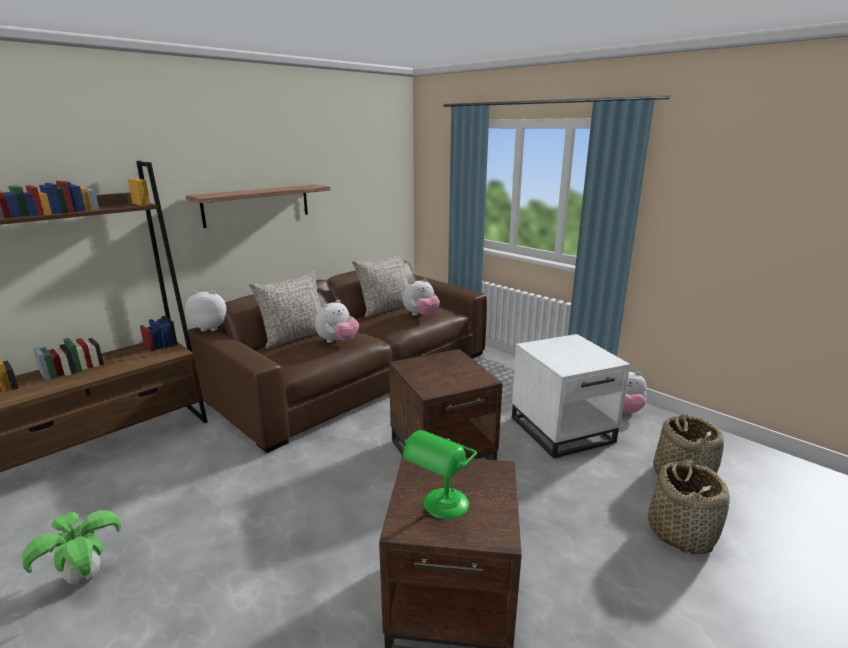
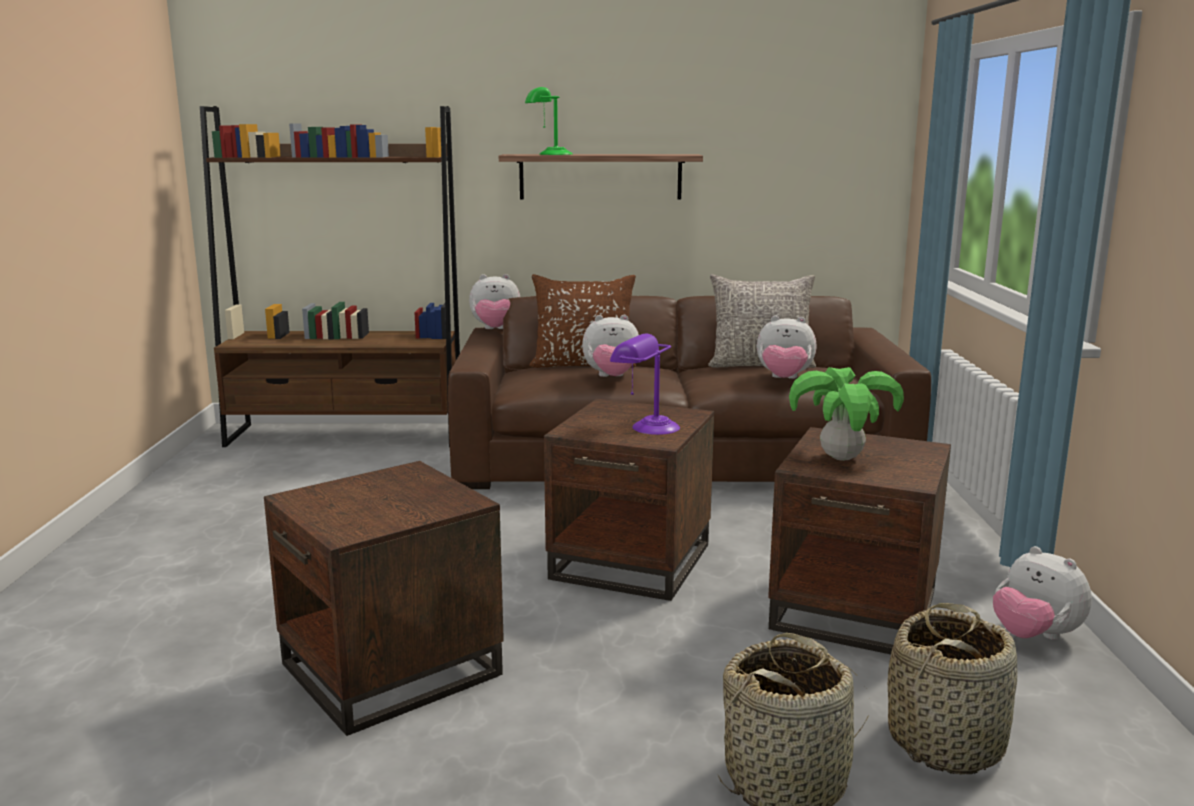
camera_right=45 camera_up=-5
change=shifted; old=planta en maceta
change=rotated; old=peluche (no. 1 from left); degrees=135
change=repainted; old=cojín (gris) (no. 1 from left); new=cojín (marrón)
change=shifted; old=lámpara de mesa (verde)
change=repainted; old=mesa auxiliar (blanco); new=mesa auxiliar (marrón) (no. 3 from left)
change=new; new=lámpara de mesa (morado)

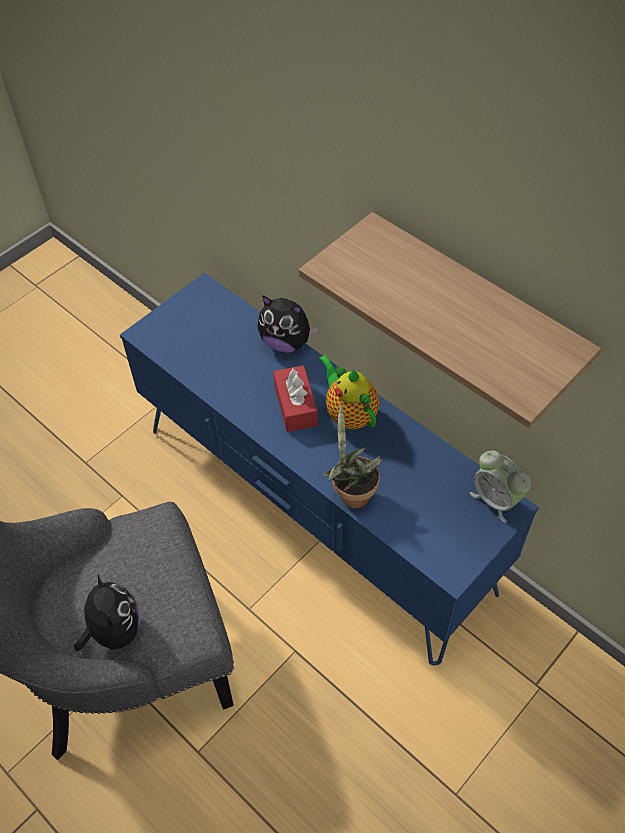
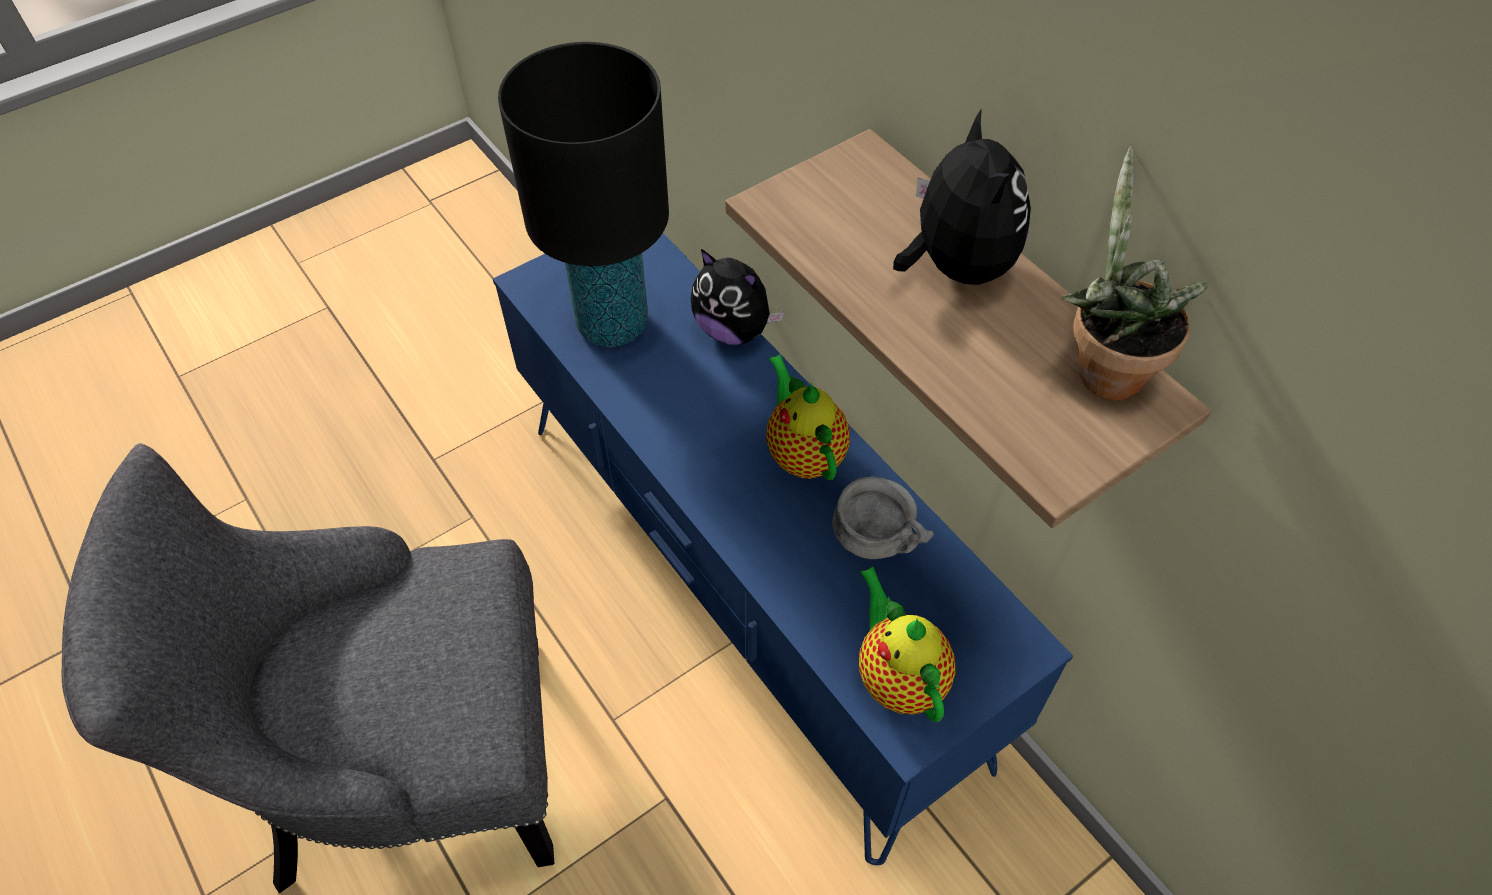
camera_right=10 camera_up=0
change=shifted; old=peluche (no. 1 from left in the first image); new=peluche (no. 2 from left)
change=gone; old=caja de pañuelos (rojo)
change=shifted; old=planta en maceta
change=gone; old=despertador
change=new; new=lámpara de mesa (negro)
change=new; new=cuenco (gris)
change=new; new=tetera (no. 2 from left)

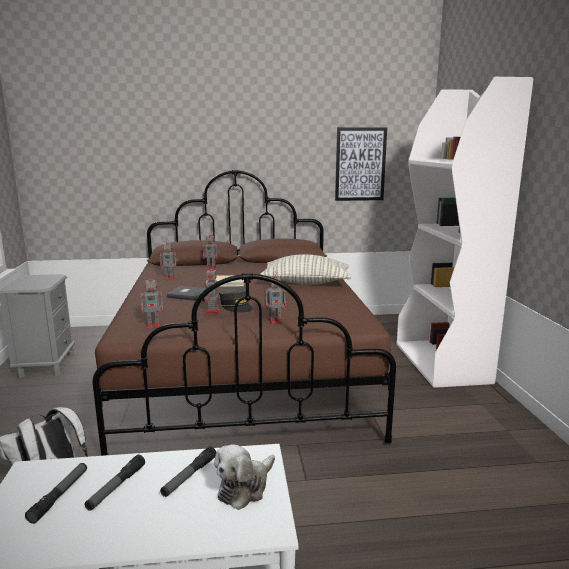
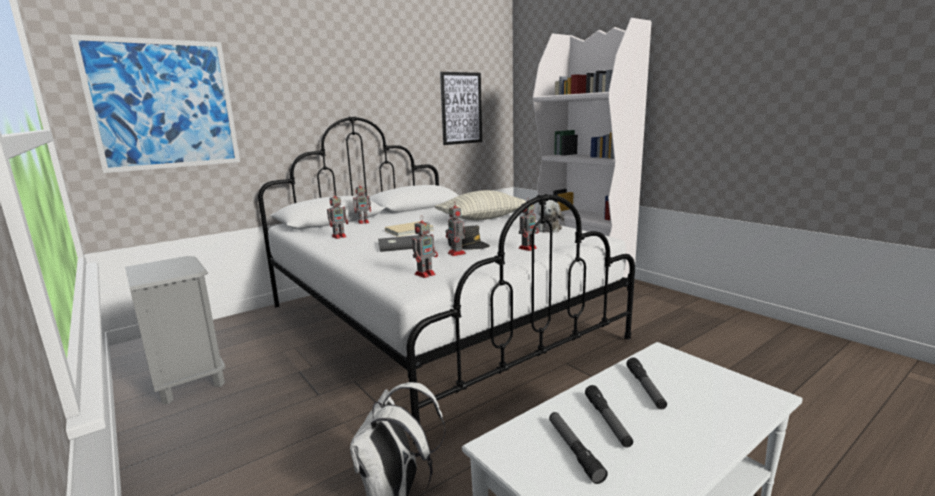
camera_right=-30 camera_up=0
change=repainted; old=cama (marrón); new=cama (blanco)
change=shifted; old=peluche
change=new; new=cuadro (no. 1 from left)

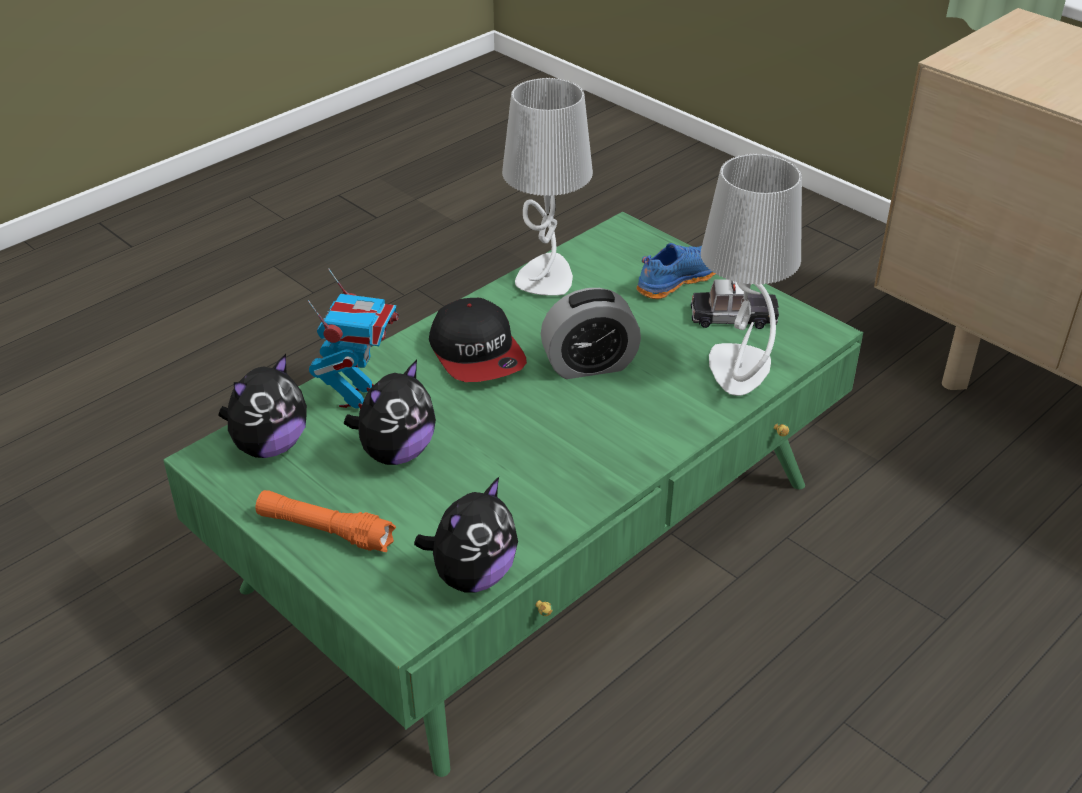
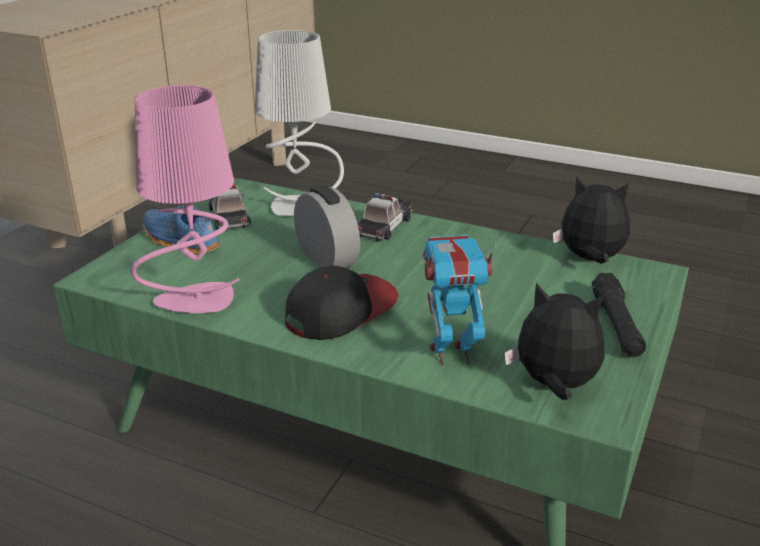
camera_right=-110 camera_up=-10
change=repainted; old=linterna (naranja); new=linterna (negro)
change=gone; old=peluche (no. 2 from left)
change=repainted; old=lámpara de mesa (gris) (no. 1 from left); new=lámpara de mesa (rosa)
change=new; new=coche de juguete (no. 2 from left)

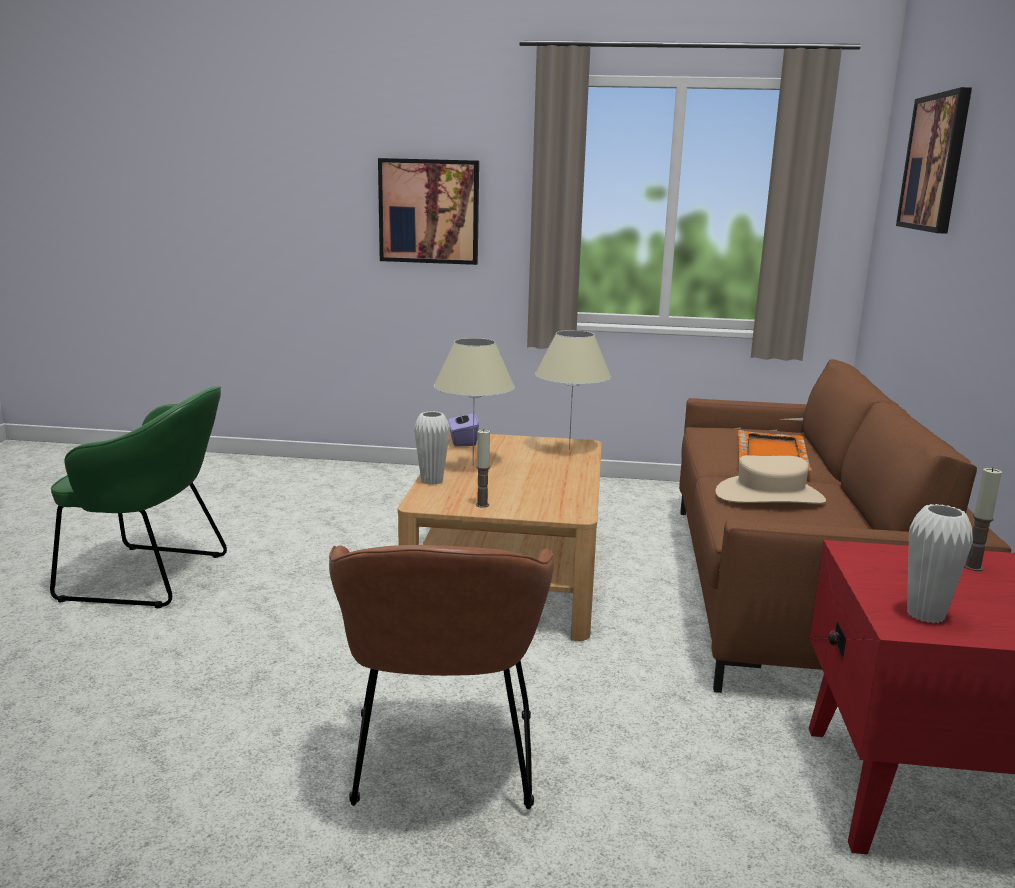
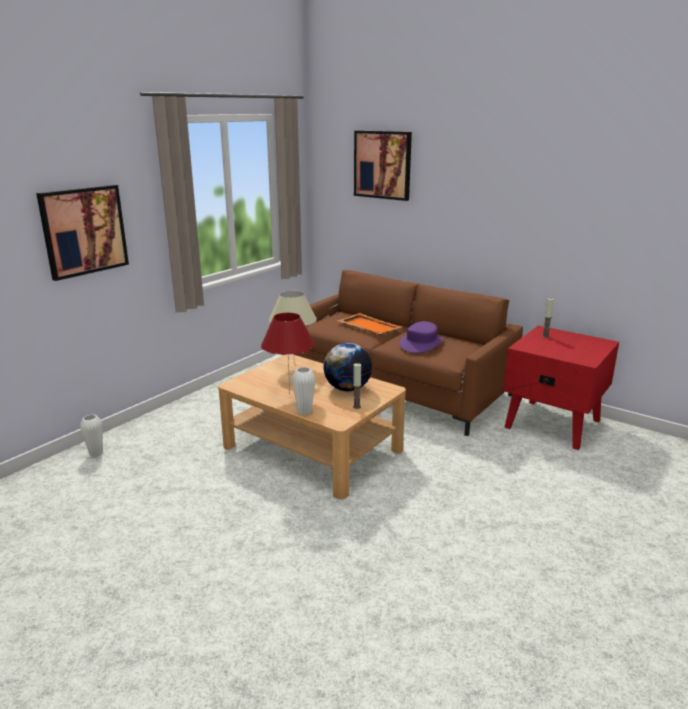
camera_right=-60 camera_up=5
change=gone; old=sillón (verde)
change=gone; old=sillón (marrón)
change=repainted; old=lámpara de mesa (beis) (no. 1 from left); new=lámpara de mesa (rojo)
change=gone; old=caja de pañuelos (morado)
change=repainted; old=sombrero (beis); new=sombrero (morado)
change=shifted; old=florero (blanco) (no. 2 from left in the first image); new=florero (blanco) (no. 1 from left)
change=new; new=globo terráqueo

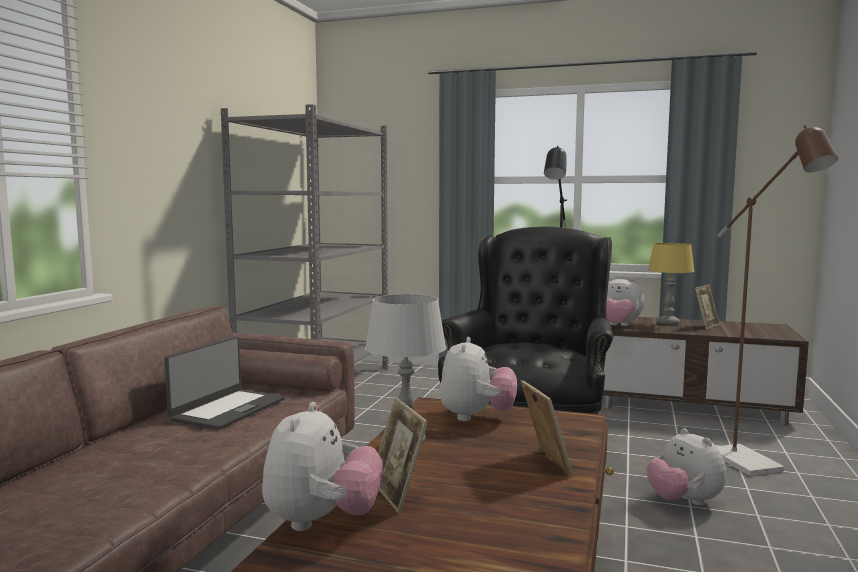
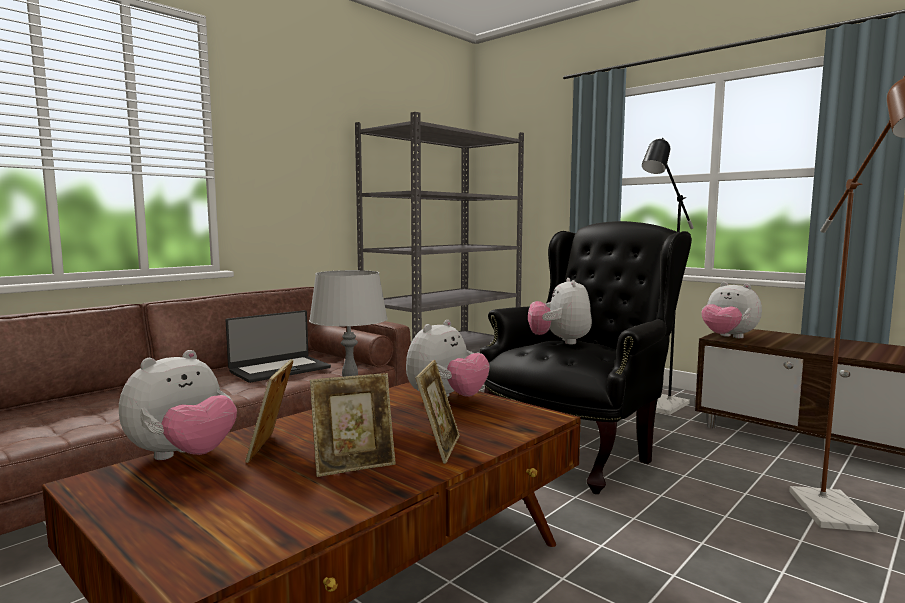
camera_right=25 camera_up=0
change=shifted; old=peluche (no. 4 from left in the first image); new=peluche (no. 3 from left)
change=gone; old=lámpara de mesa (amarillo)
change=shifted; old=portarretratos (no. 3 from left in the first image); new=portarretratos (no. 2 from left)

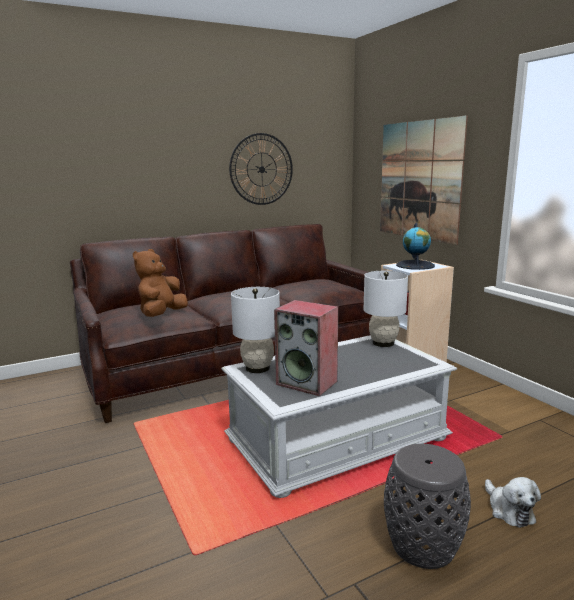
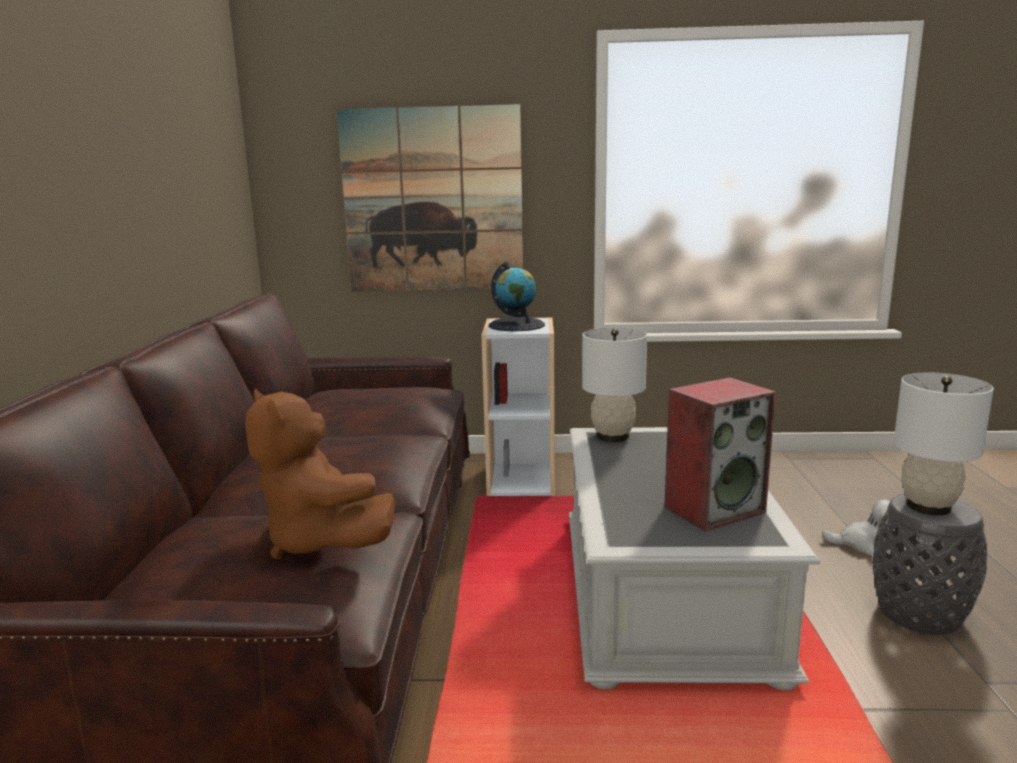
camera_right=-60 camera_up=0
change=gone; old=reloj de pared
change=shifted; old=lámpara de mesa (blanco) (no. 1 from left in the first image); new=lámpara de mesa (blanco) (no. 2 from left)

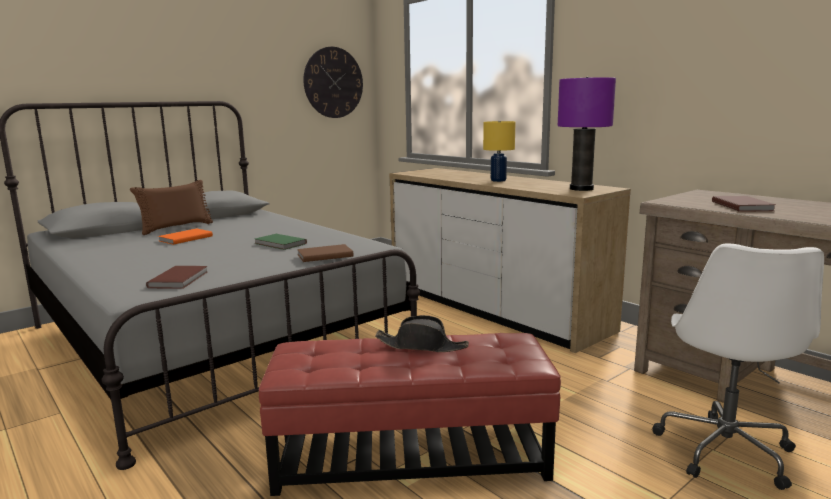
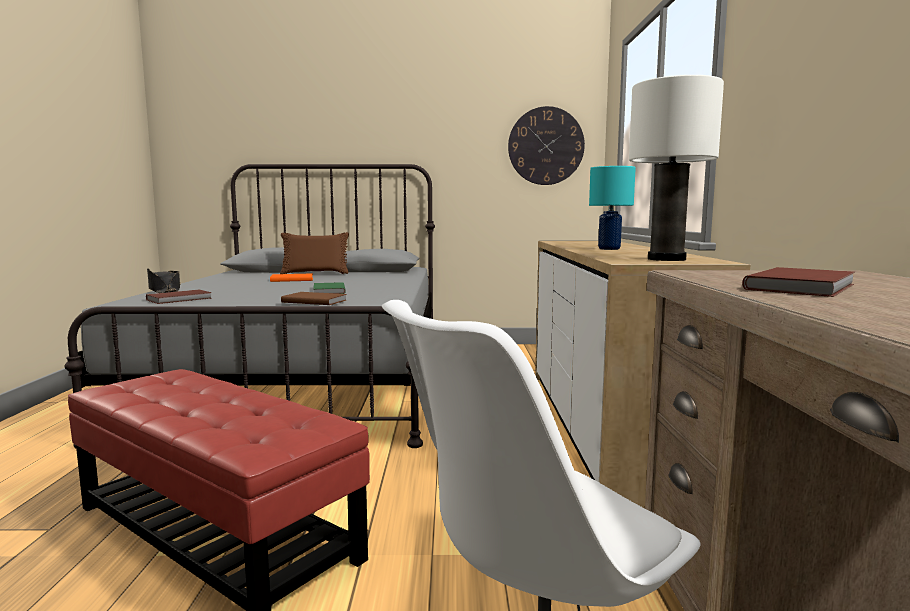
camera_right=40 camera_up=-5
change=shifted; old=sombrero (negro)
change=repainted; old=lámpara de mesa (amarillo); new=lámpara de mesa (turquesa)
change=repainted; old=lámpara de mesa (morado); new=lámpara de mesa (blanco)

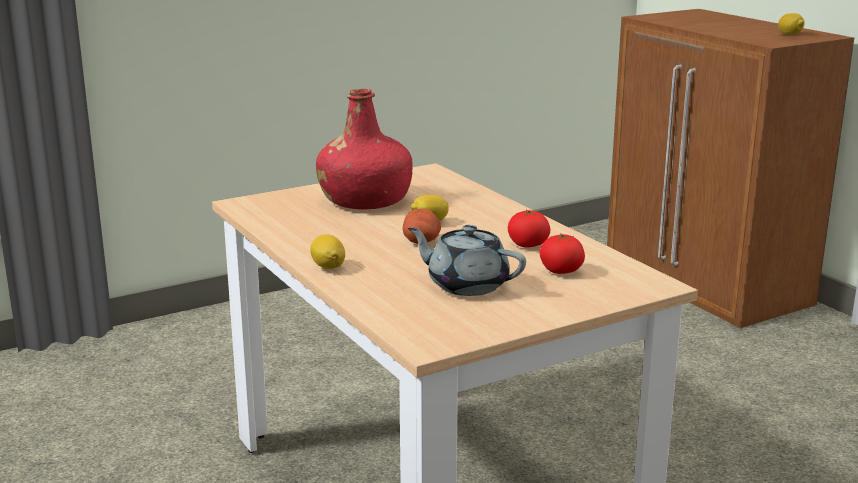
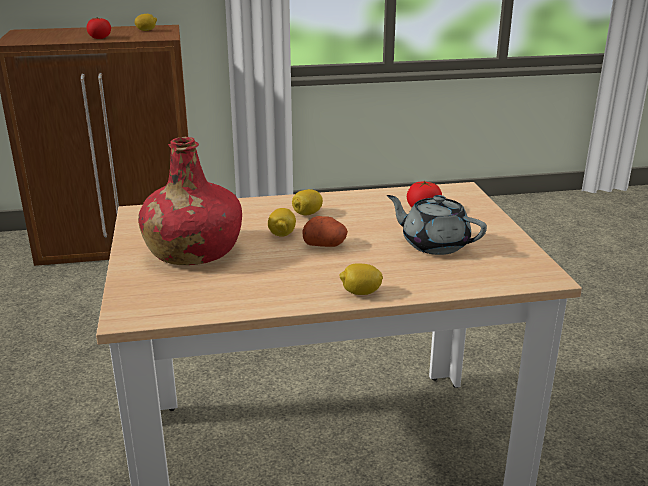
camera_right=-70 camera_up=5
change=rotated; old=tetera (gris); degrees=75
change=shifted; old=tomate (no. 1 from left)
change=new; new=limón (no. 3 from left)

